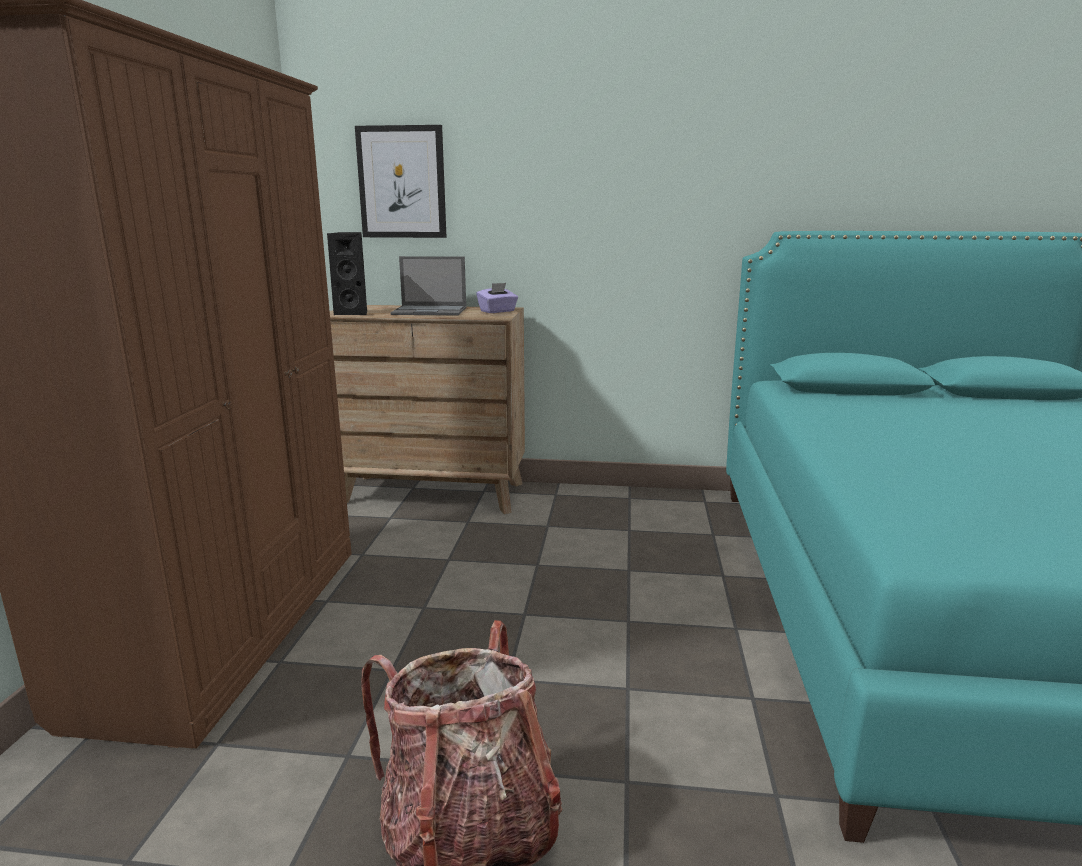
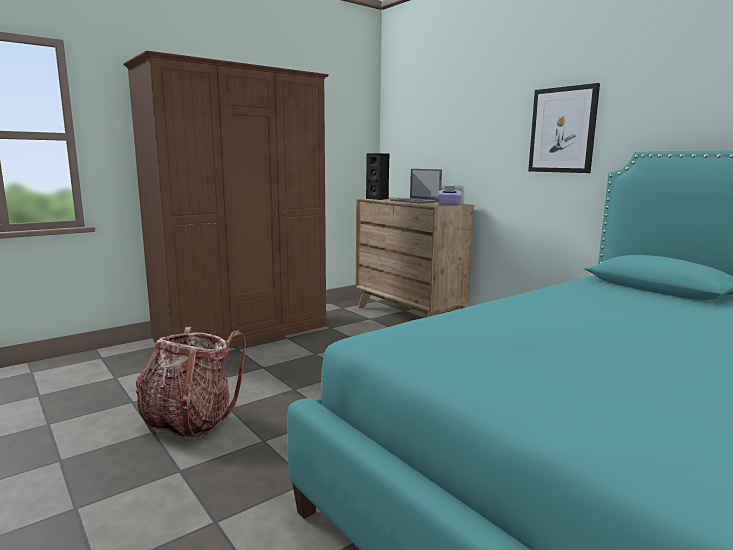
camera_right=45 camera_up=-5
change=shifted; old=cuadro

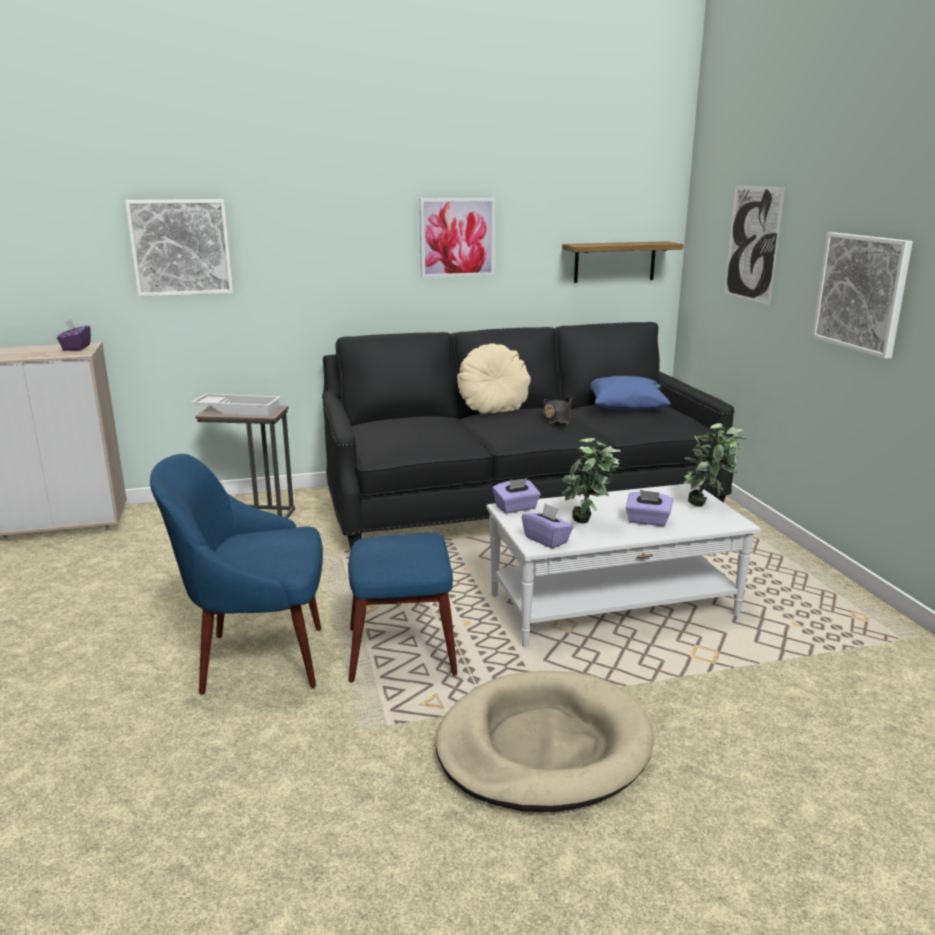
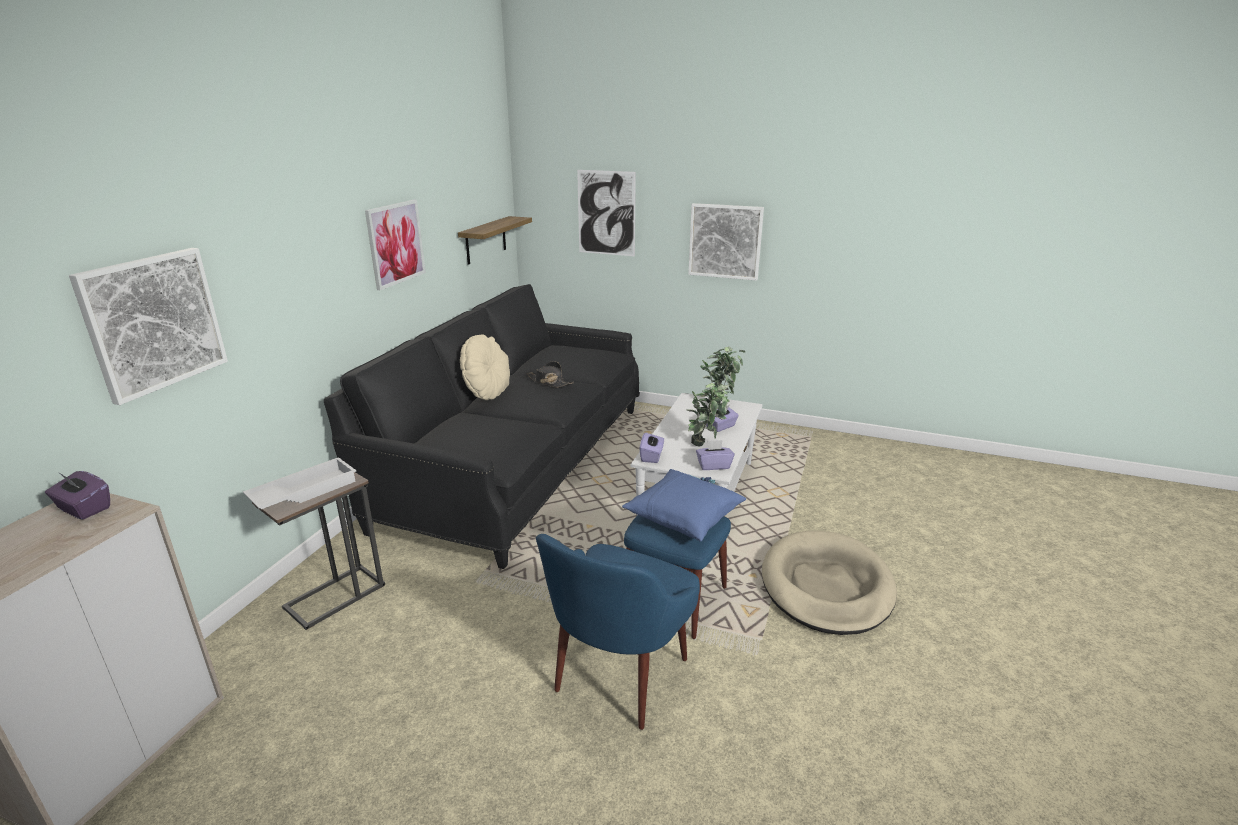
camera_right=-55 camera_up=5
change=shifted; old=cojín (azul)

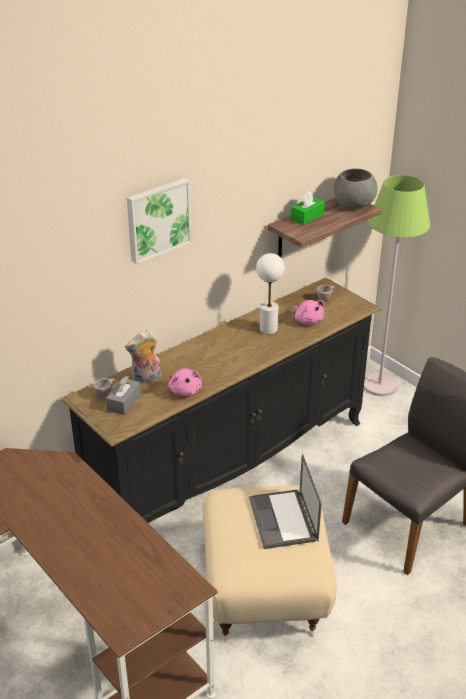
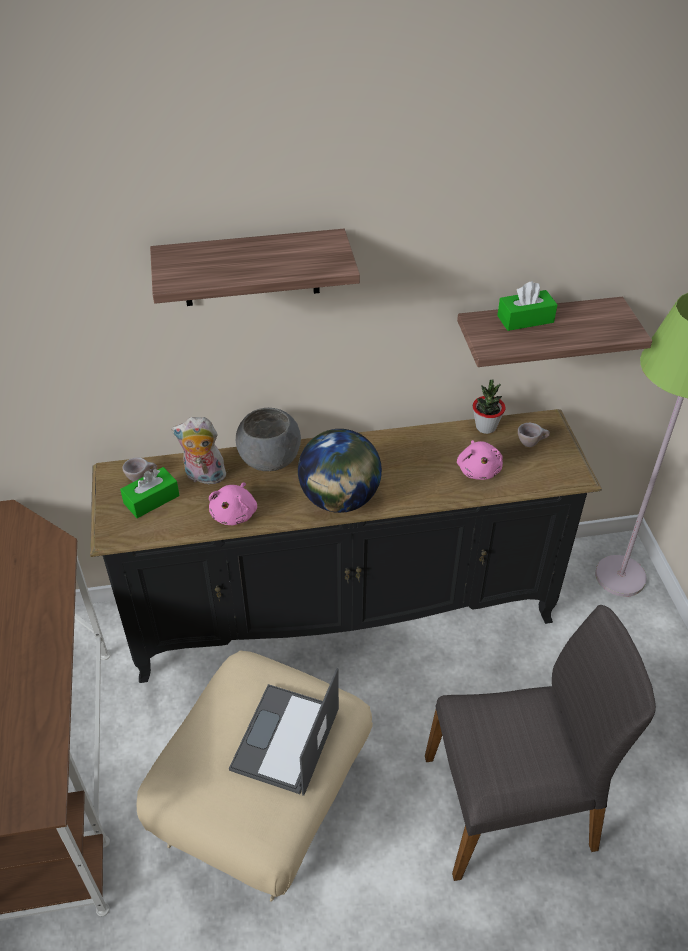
camera_right=30 camera_up=10
change=repainted; old=caja de pañuelos (gris); new=caja de pañuelos (verde) (no. 1 from left)
change=swapped; old=cuadro; new=estante (no. 1 from left)
change=gone; old=lámpara de mesa (blanco)
change=shifted; old=cuenco (gris)
change=new; new=globo terráqueo
change=new; new=planta en maceta

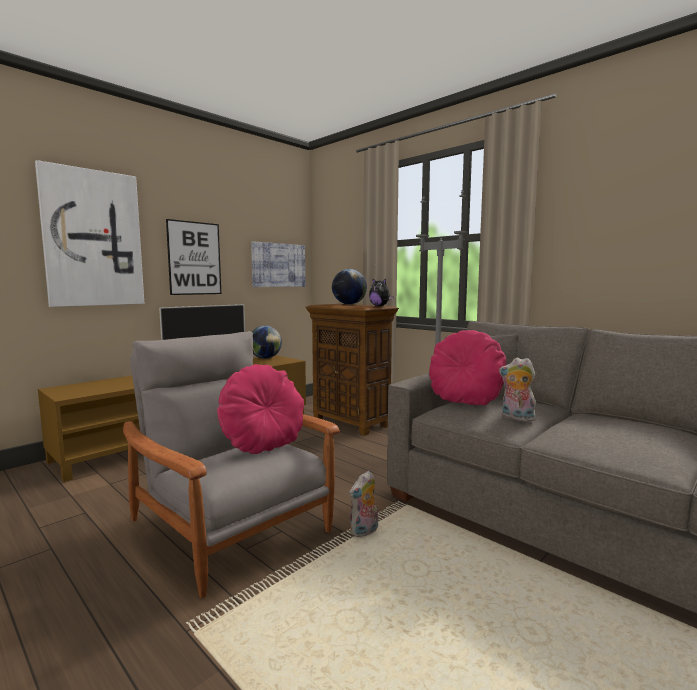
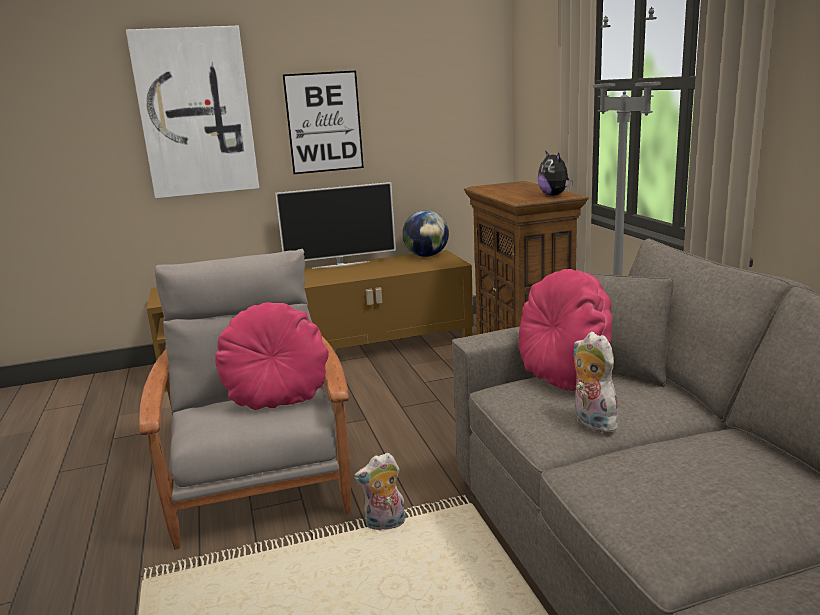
camera_right=30 camera_up=10
change=gone; old=cuadro (no. 3 from left)
change=gone; old=globo terráqueo (no. 2 from left)

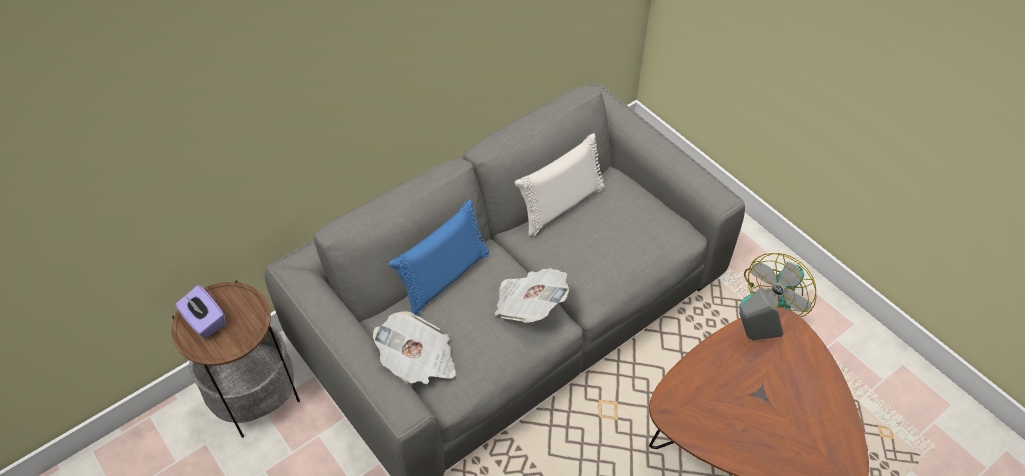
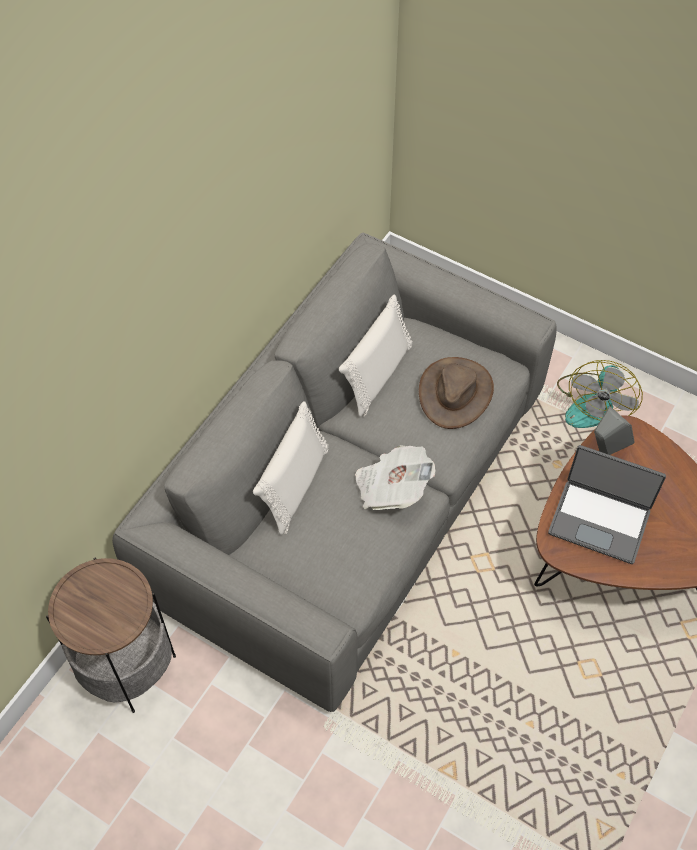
camera_right=-20 camera_up=5
change=gone; old=caja de pañuelos (morado)
change=gone; old=periódico (no. 1 from left)
change=repainted; old=cojín (azul); new=cojín (blanco) (no. 1 from left)
change=new; new=sombrero (marrón)
change=new; new=portátil

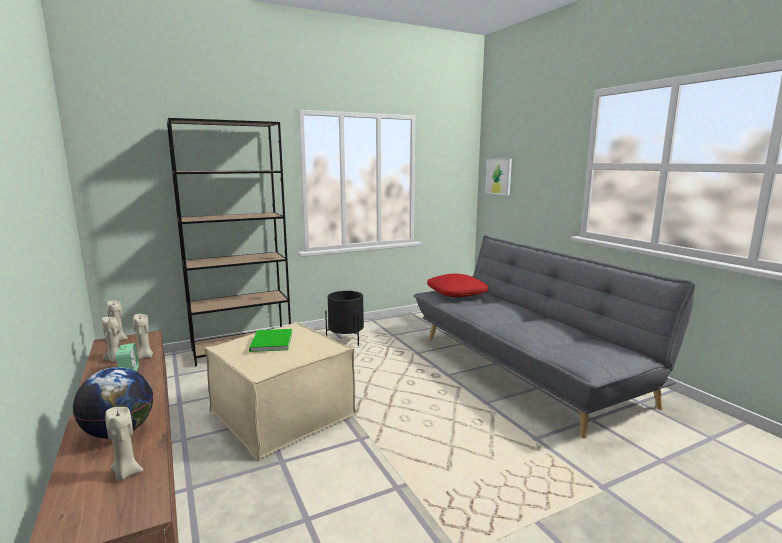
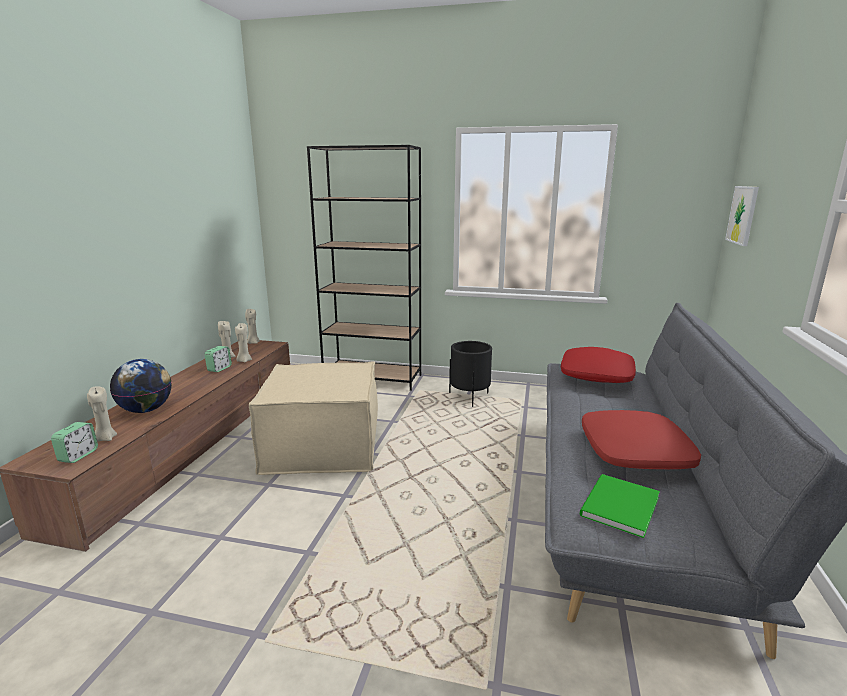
camera_right=40 camera_up=5
change=shifted; old=libro (verde)
change=new; new=despertador (no. 1 from left)
change=new; new=cojín (rojo) (no. 2 from left)

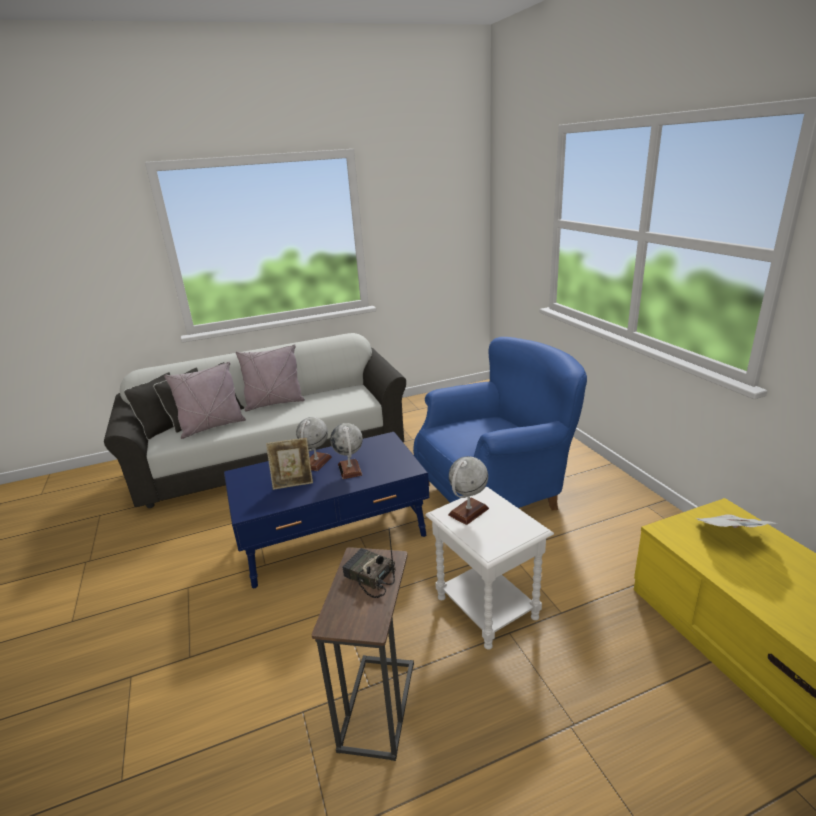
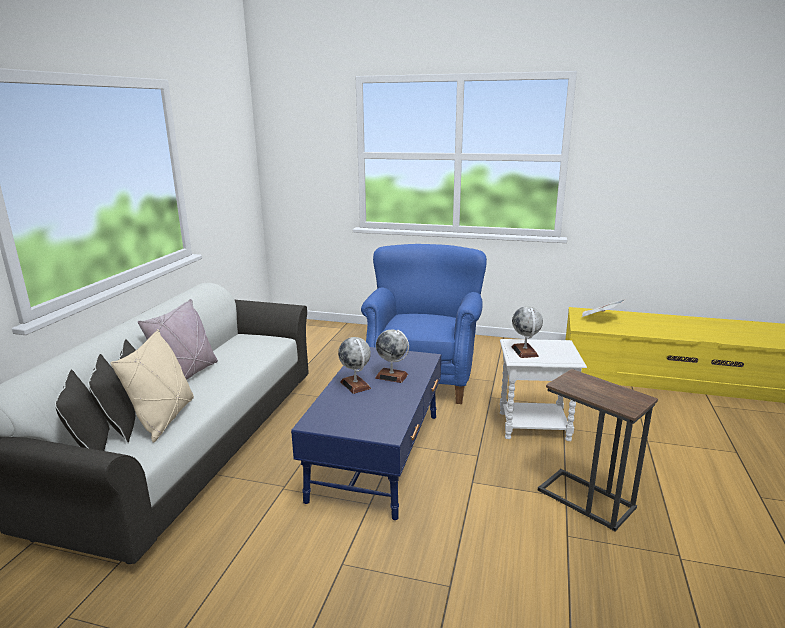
camera_right=-55 camera_up=-5
change=repainted; old=cojín (morado) (no. 1 from left); new=cojín (beis)
change=gone; old=portarretratos
change=gone; old=radio

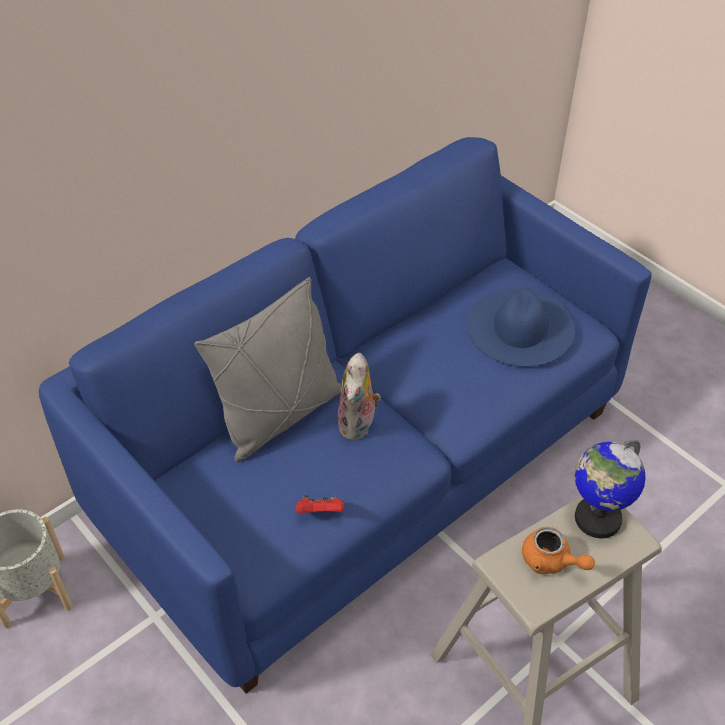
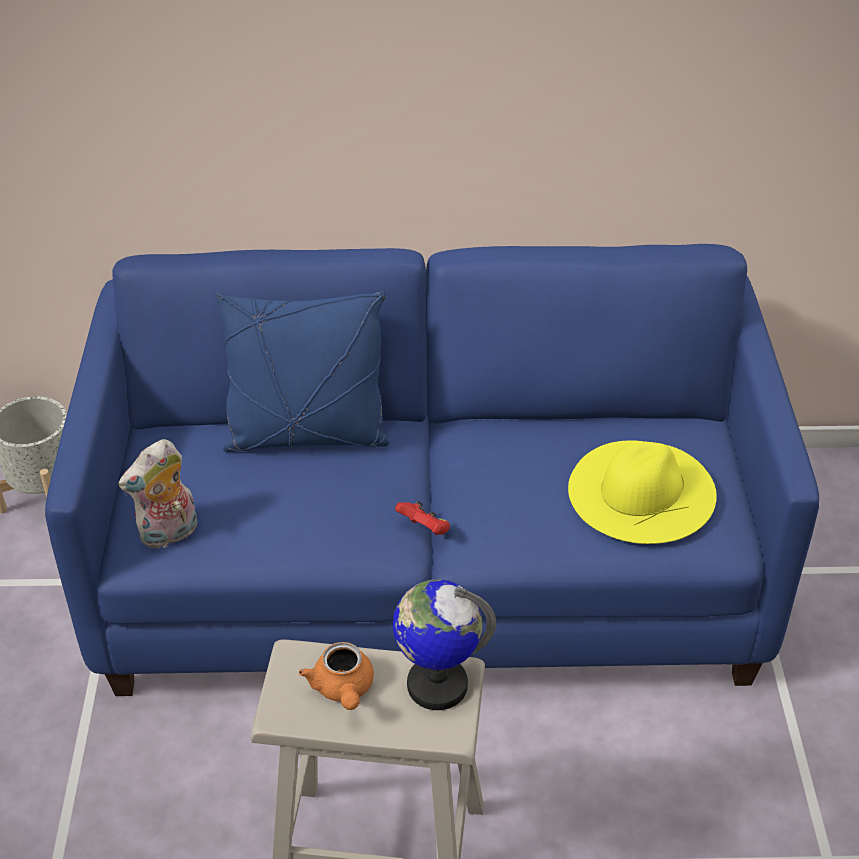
camera_right=40 camera_up=-5
change=repainted; old=cojín (gris); new=cojín (azul)
change=shifted; old=mando de consola (rojo)
change=shifted; old=peluche
change=repainted; old=sombrero (azul); new=sombrero (amarillo)

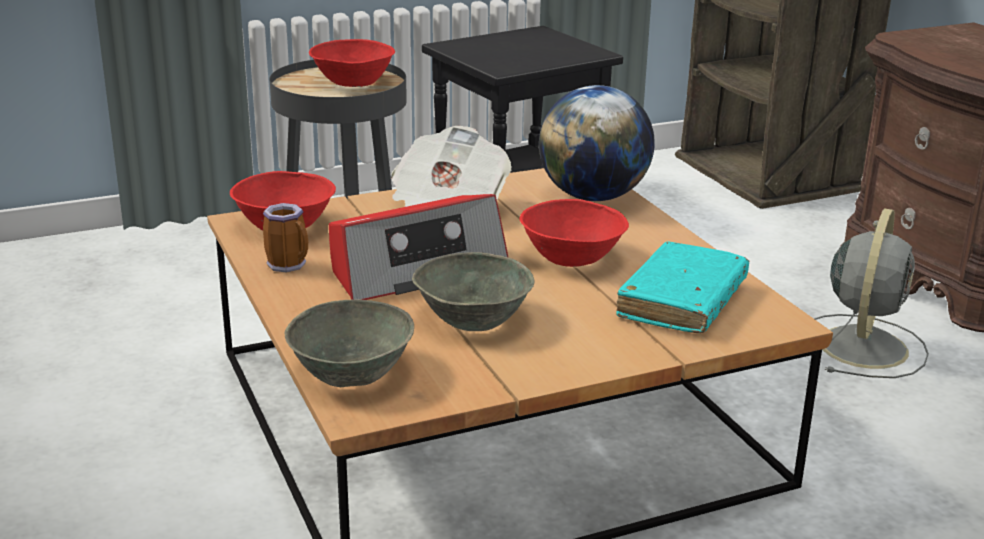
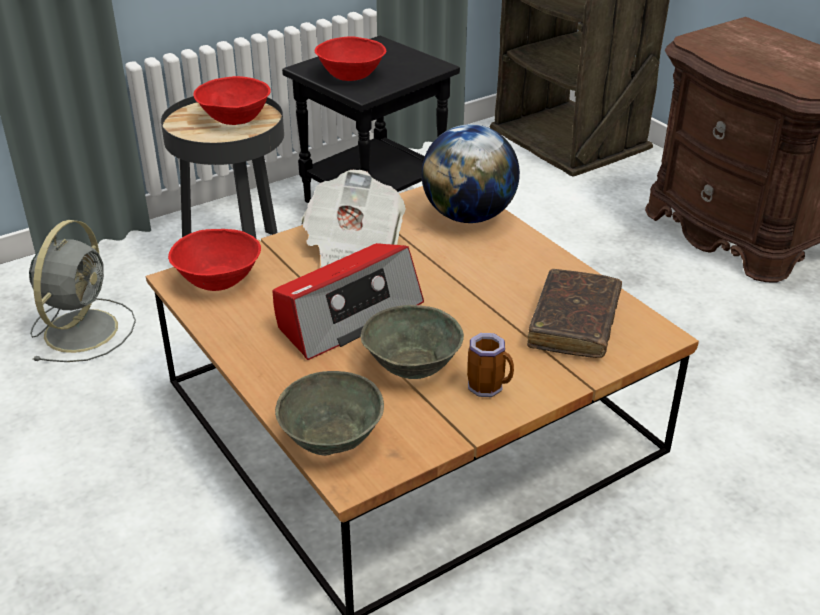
camera_right=-10 camera_up=10
change=shifted; old=taza grande
change=shifted; old=cuenco (rojo) (no. 3 from left)
change=repainted; old=libro (turquesa); new=libro (marrón)
change=shifted; old=ventilador (gris)

